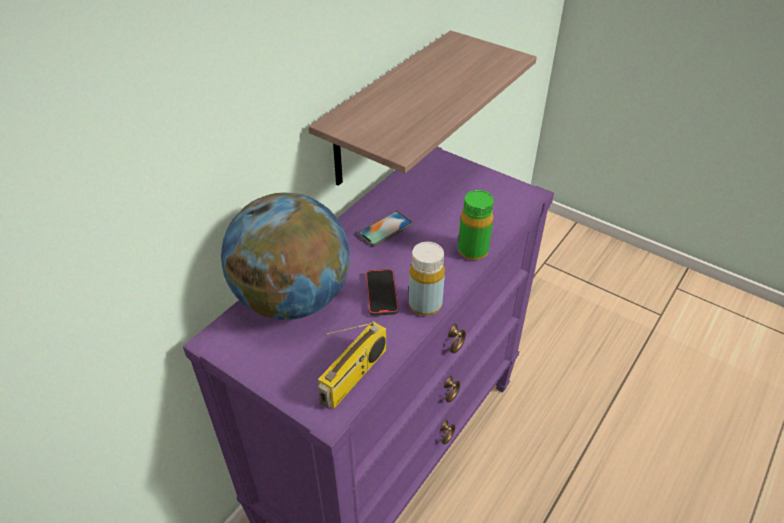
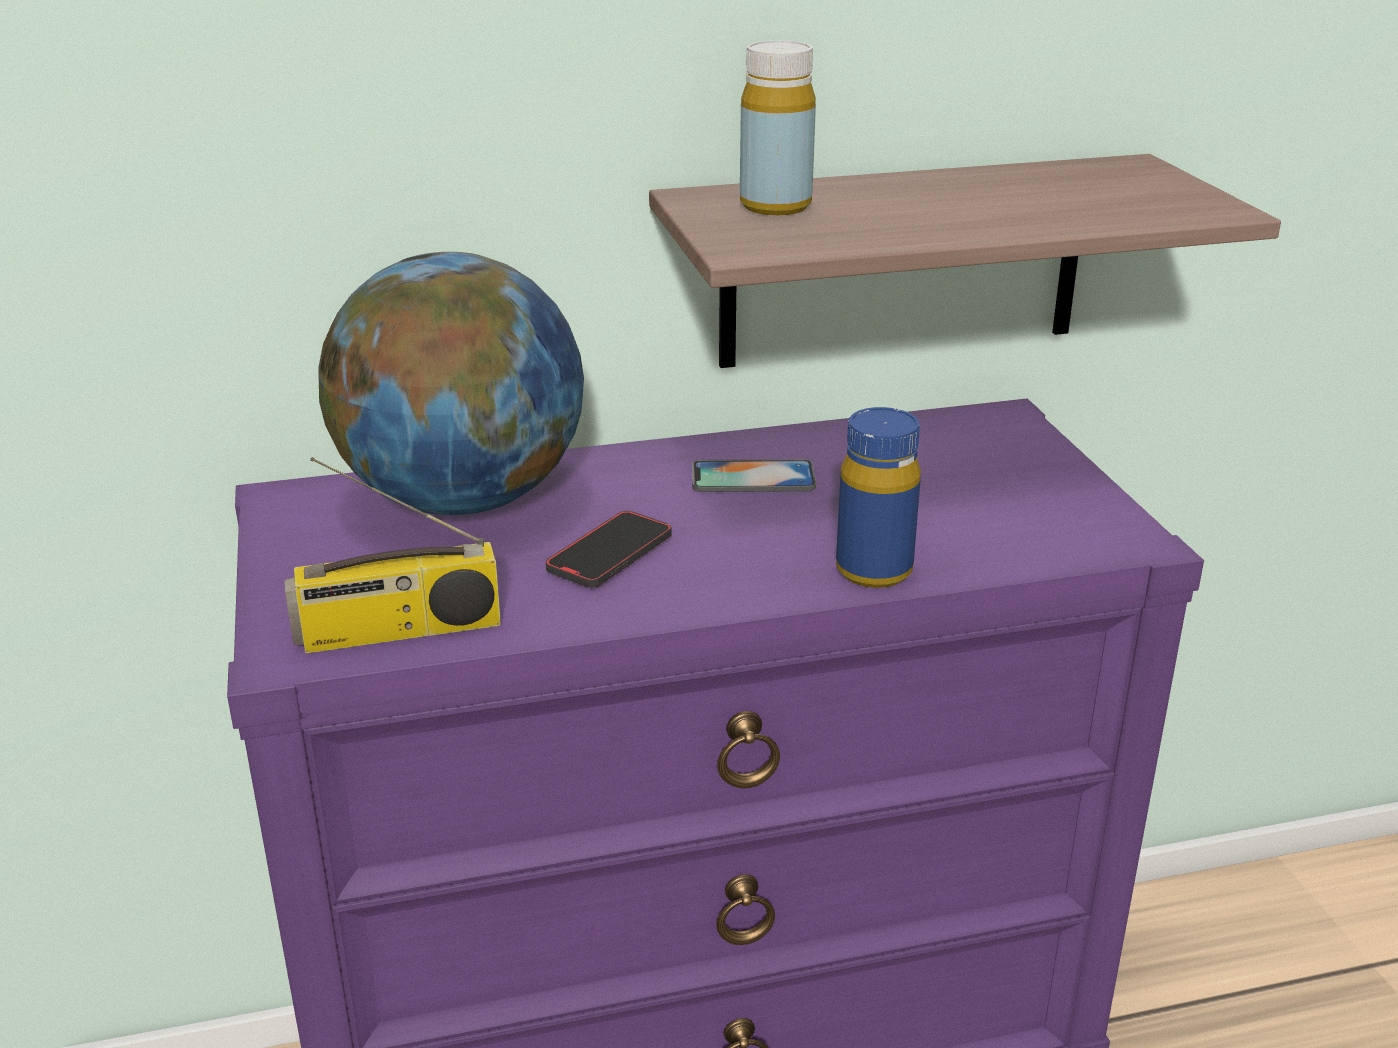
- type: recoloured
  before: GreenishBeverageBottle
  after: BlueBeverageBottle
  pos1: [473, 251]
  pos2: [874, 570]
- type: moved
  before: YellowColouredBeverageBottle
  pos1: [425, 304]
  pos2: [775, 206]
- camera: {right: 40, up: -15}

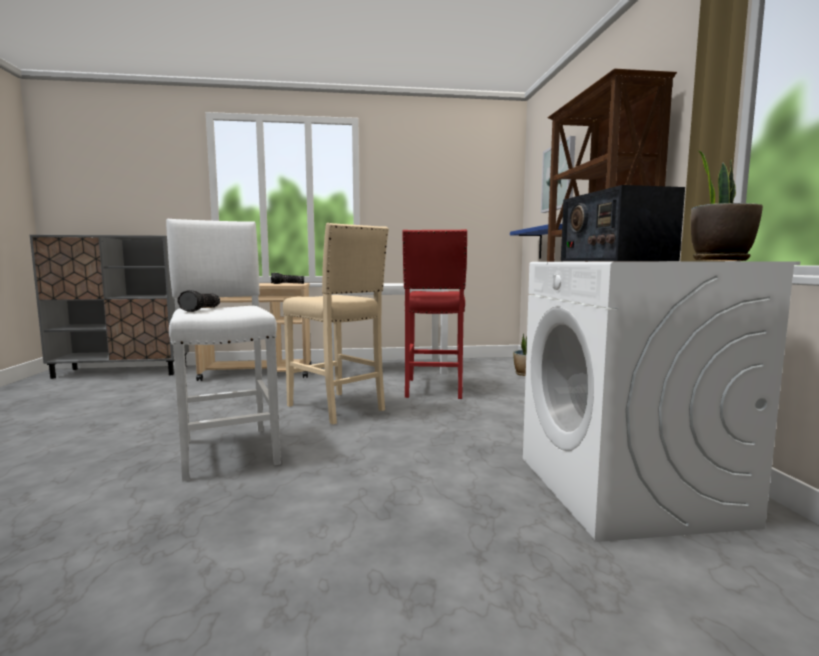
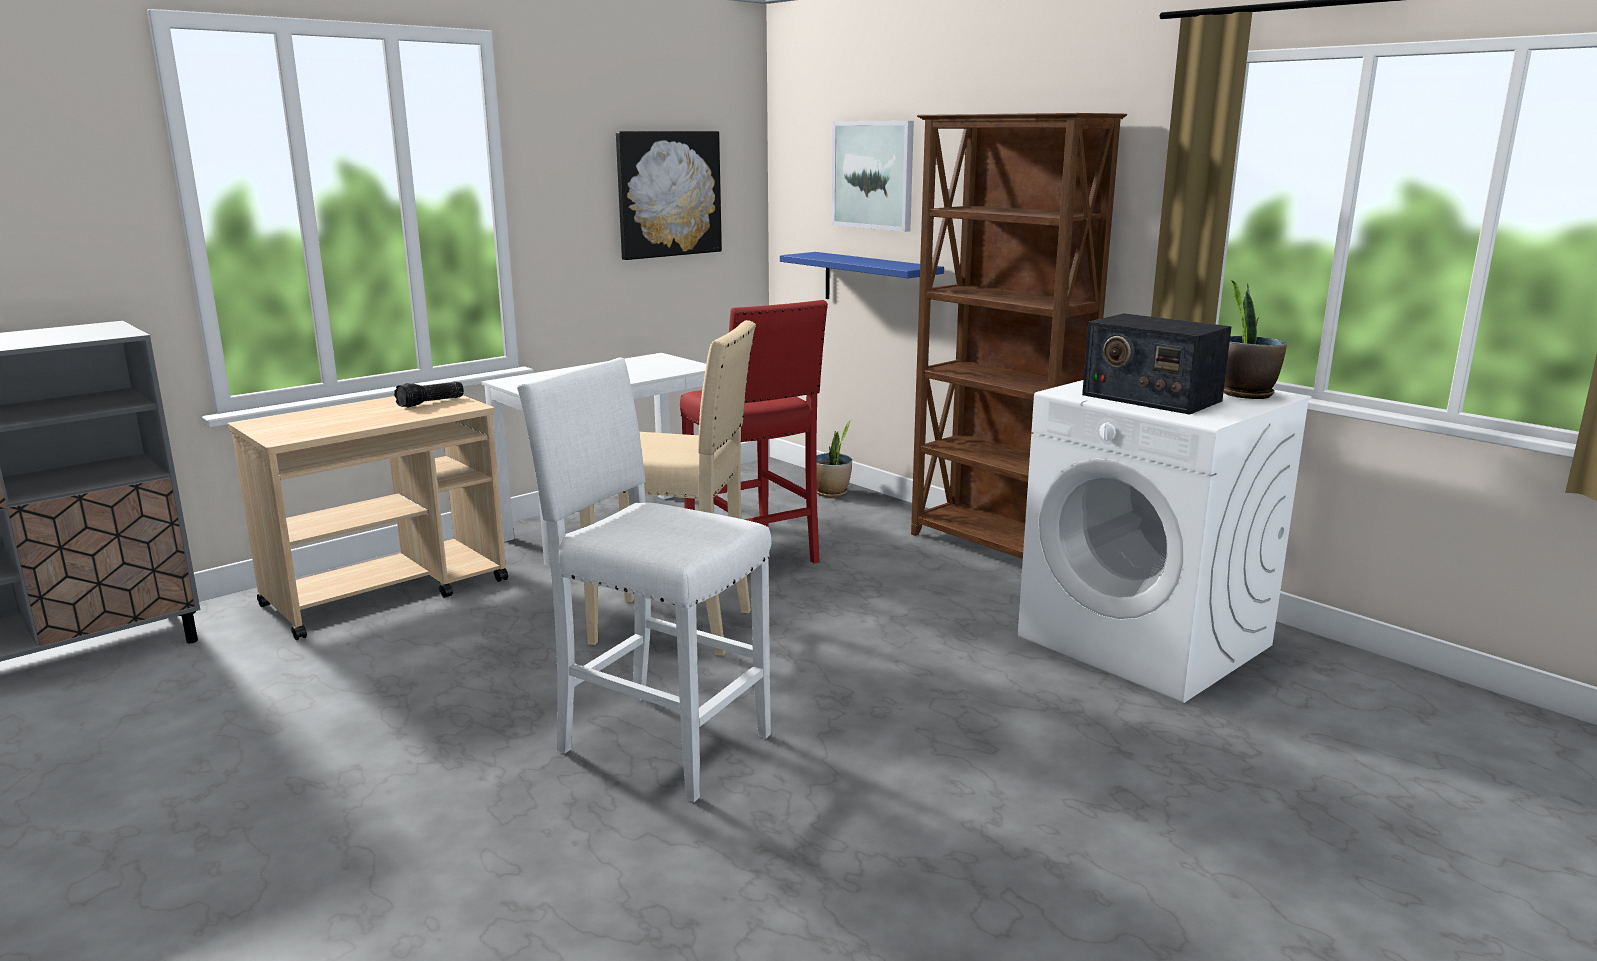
- type: removed
  before: HandTorch
  pos1: [202, 309]
- type: added
  after: Picture
  pos2: [668, 194]
- camera: {right: -35, up: 10}

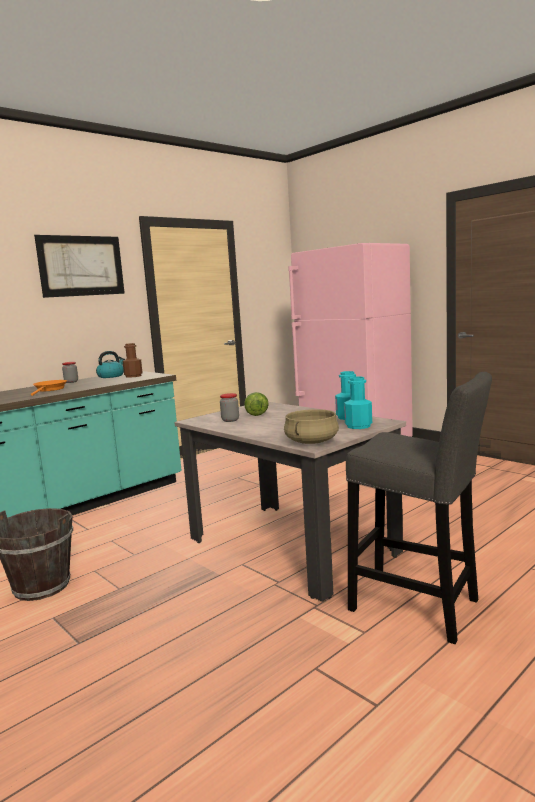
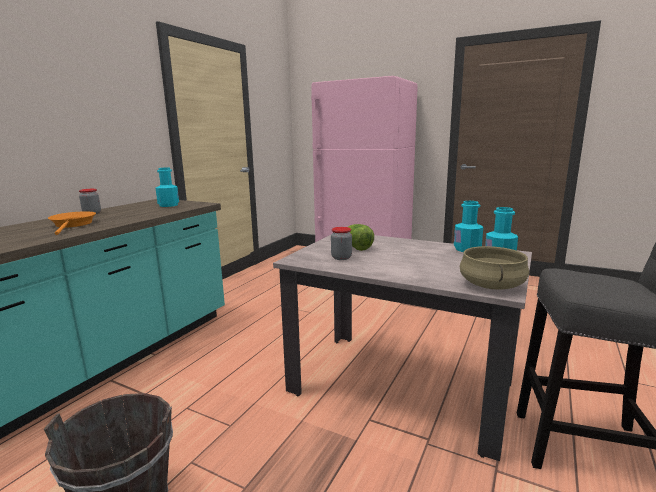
- type: removed
  before: Picture
  pos1: [81, 266]
- type: recoloured
  before: BrownColouredBeverageBottle
  after: BlueGreenBeverageBottle
  pos1: [133, 376]
  pos2: [168, 205]
- type: removed
  before: TeaKettle
  pos1: [111, 376]
- camera: {right: -20, up: 5}

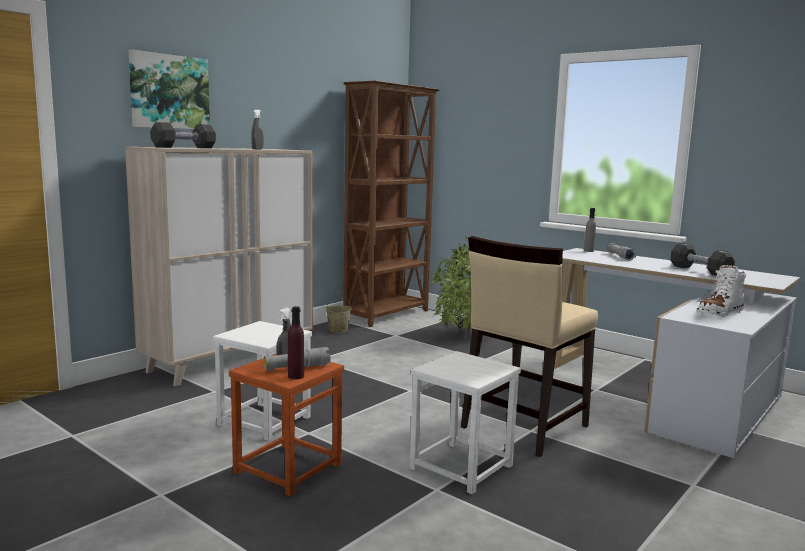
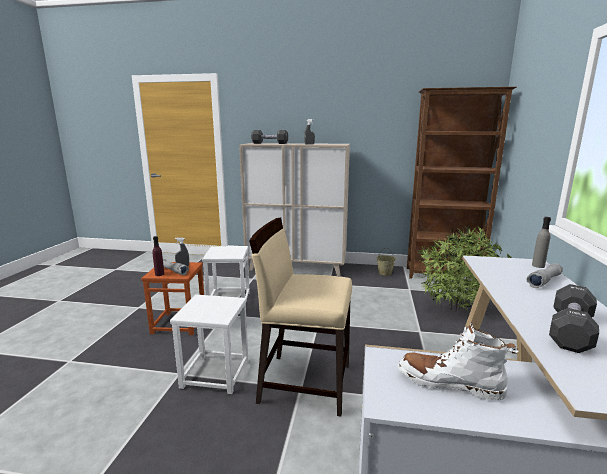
- type: removed
  before: Picture
  pos1: [169, 92]
- camera: {right: 60, up: 5}

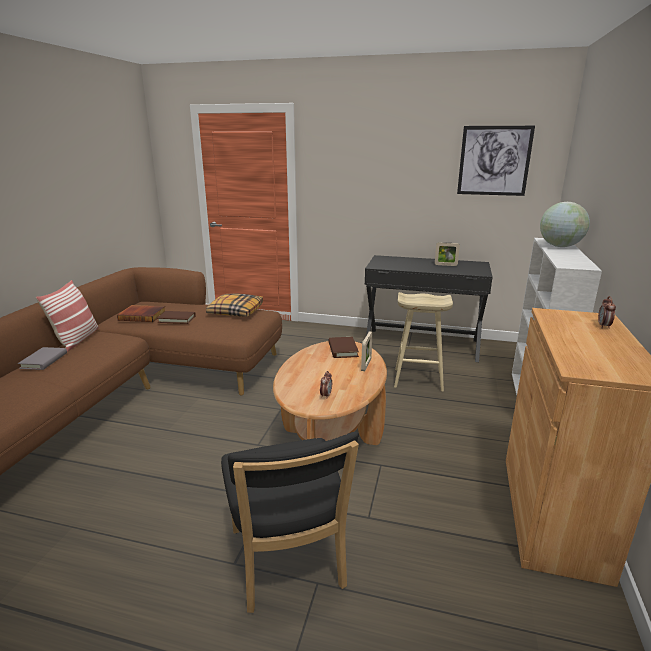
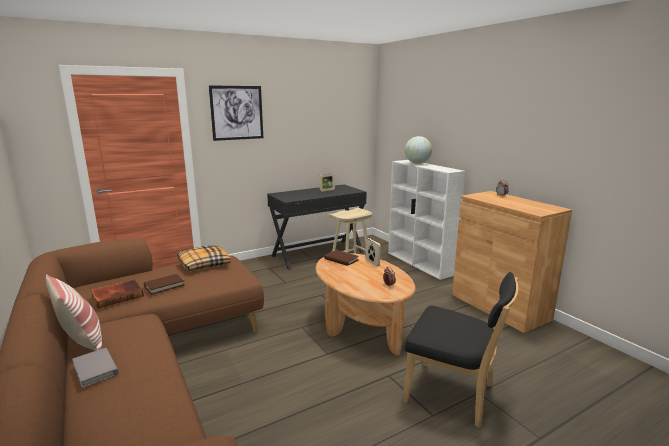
- type: moved
  before: Picture
  pos1: [494, 161]
  pos2: [237, 113]
- camera: {right: -45, up: -5}

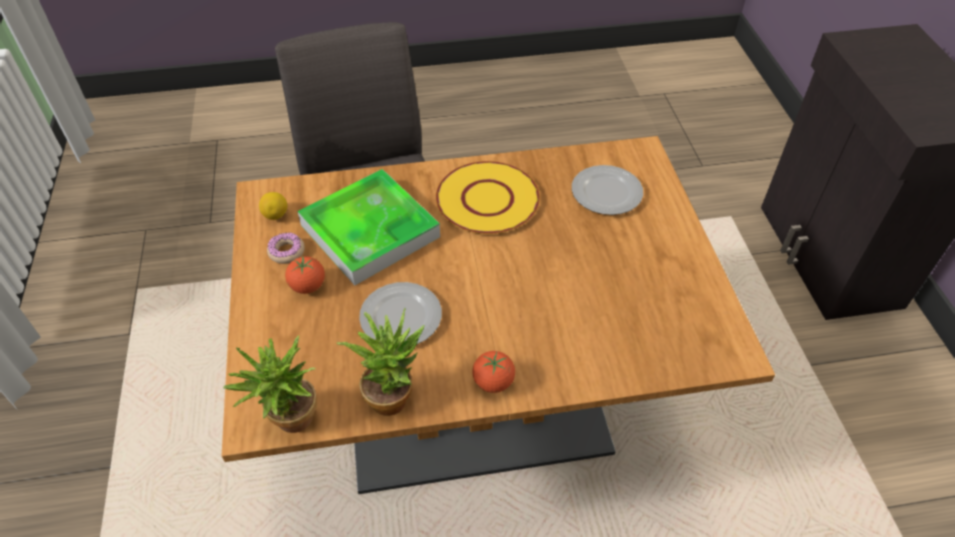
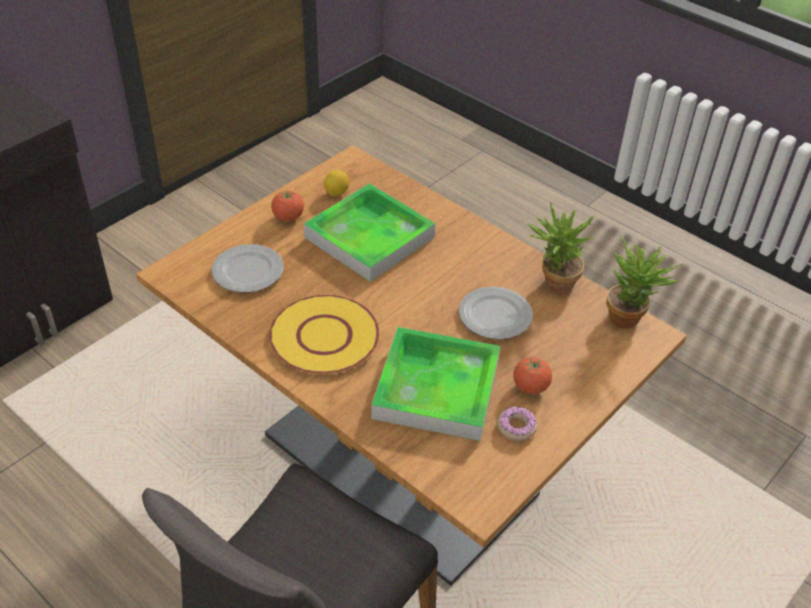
- type: moved
  before: CitrusFruit
  pos1: [276, 215]
  pos2: [336, 192]
- type: moved
  before: FreshTomato
  pos1: [493, 382]
  pos2: [288, 217]
- type: added
  after: Tray
  pos2: [369, 237]
- camera: {right: -130, up: -5}

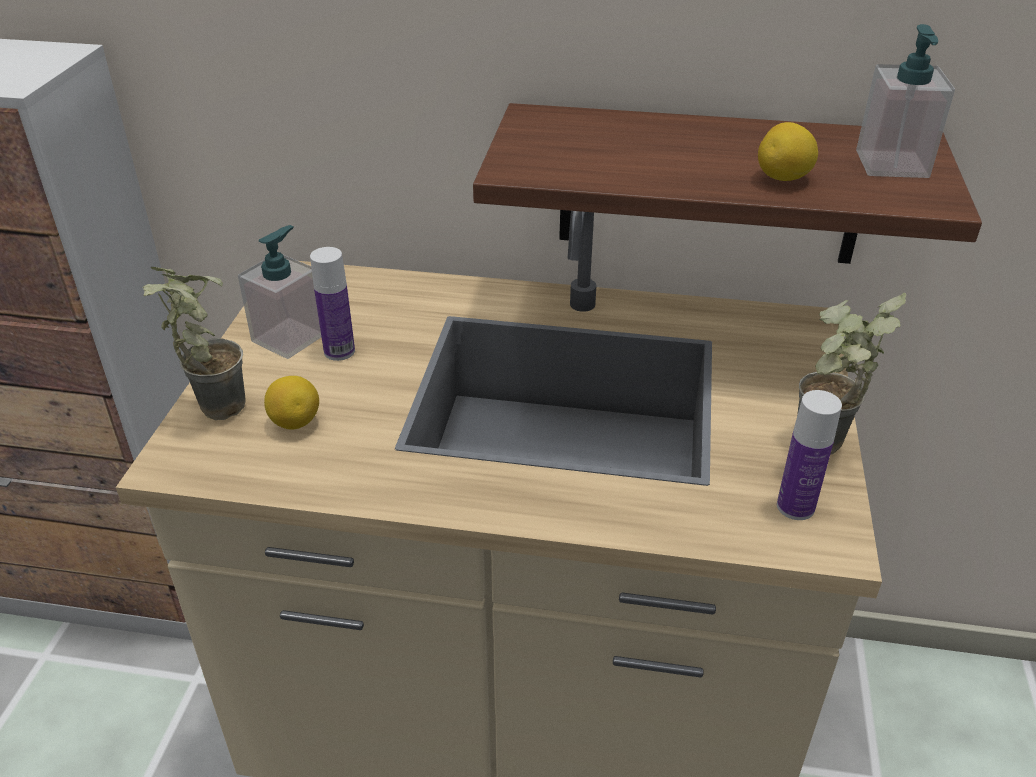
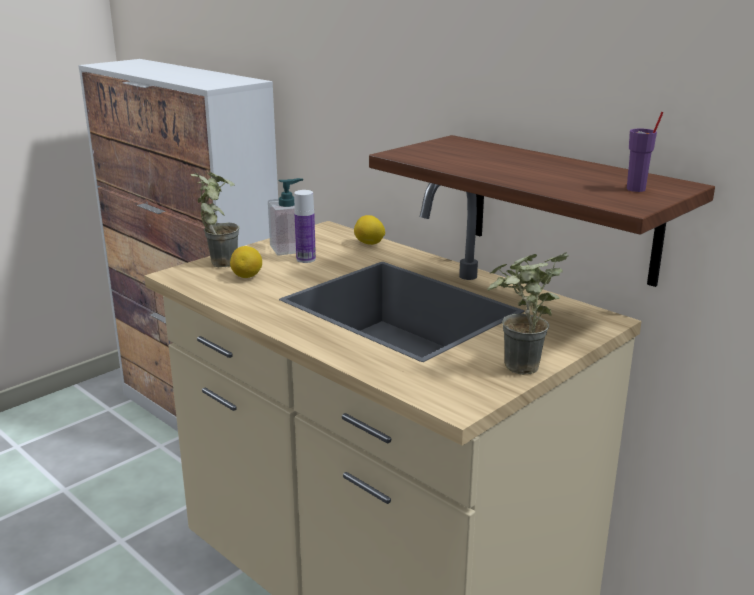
- type: replaced
  before: SoapBottle
  after: PurpleDrinkingCup
  pos1: [892, 164]
  pos2: [636, 189]
- type: moved
  before: CitrusFruit
  pos1: [783, 179]
  pos2: [369, 244]
- type: removed
  before: BeverageBottle
  pos1: [795, 507]
- camera: {right: 35, up: -15}

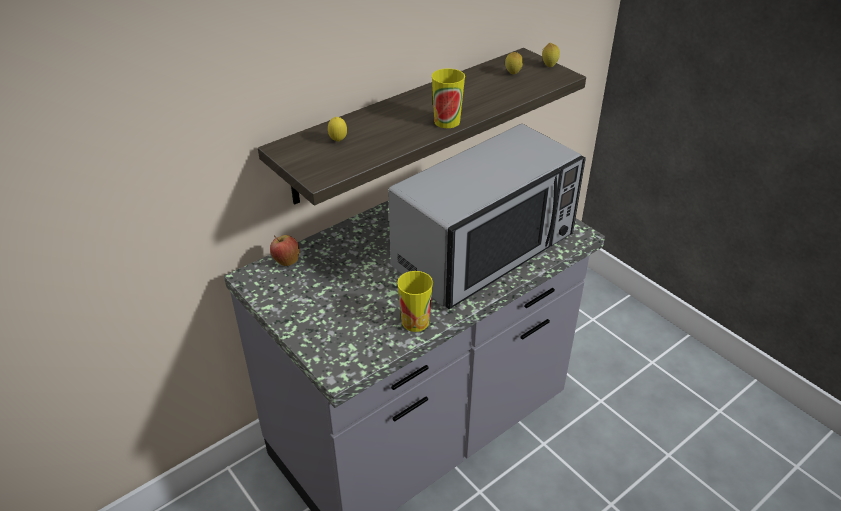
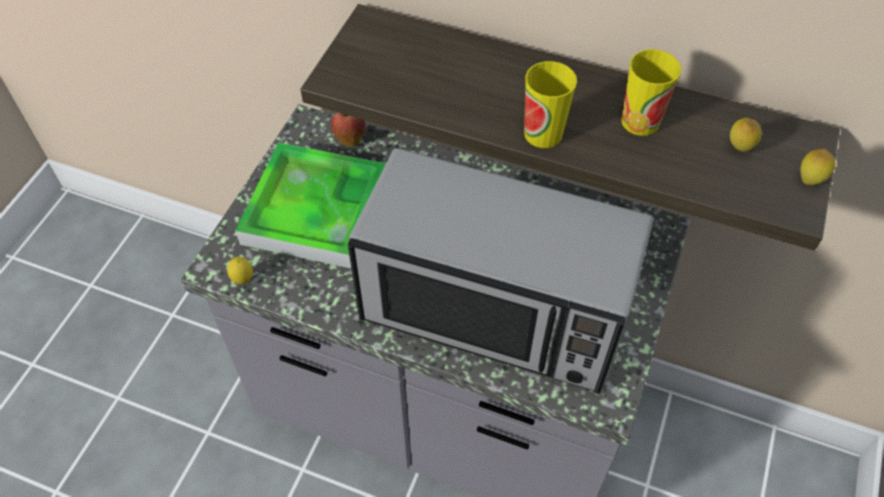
- type: moved
  before: CitrusFruit
  pos1: [338, 141]
  pos2: [243, 280]
- type: moved
  before: DrinkingCup
  pos1: [415, 322]
  pos2: [640, 121]
- type: added
  after: Tray
  pos2: [315, 210]
- camera: {right: 60, up: 15}

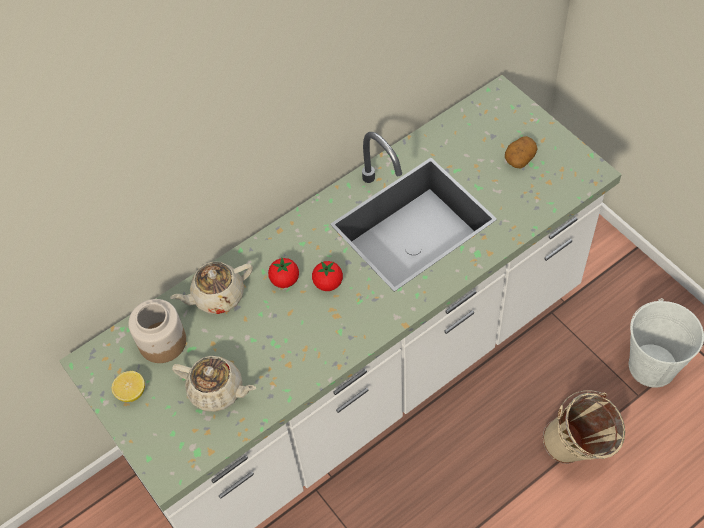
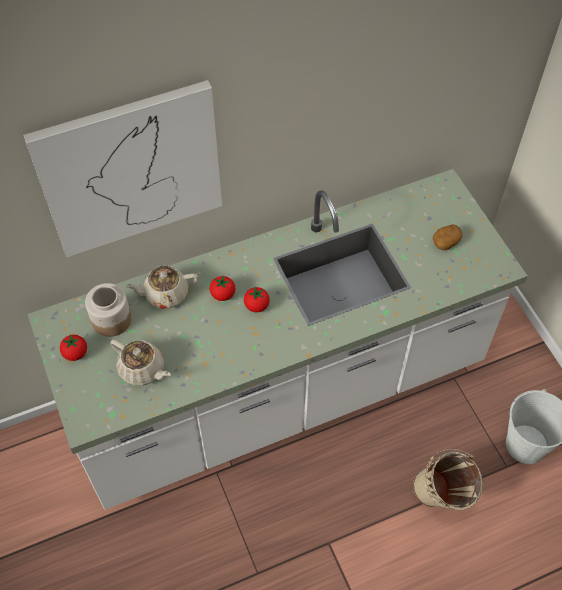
- type: replaced
  before: CitrusFruit
  after: FreshTomato
  pos1: [131, 392]
  pos2: [75, 353]
- type: added
  after: Picture
  pos2: [131, 170]
- camera: {right: 10, up: 0}

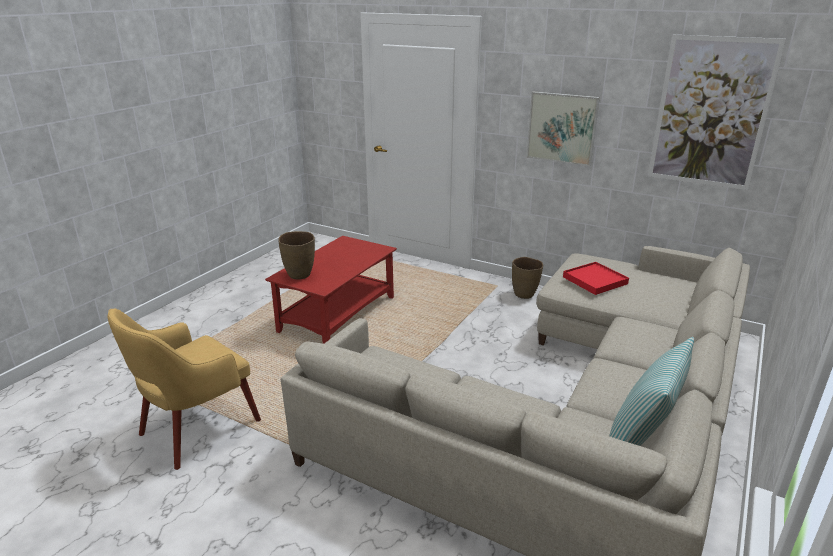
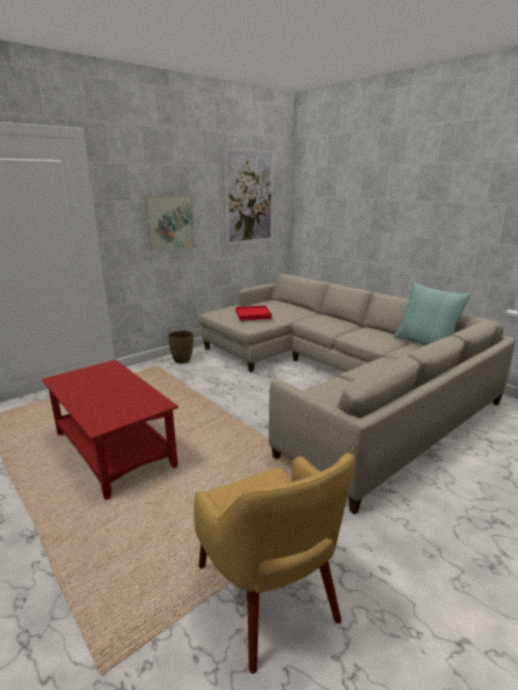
- type: removed
  before: BrownColouredVase
  pos1: [300, 275]
- camera: {right: -70, up: -5}

